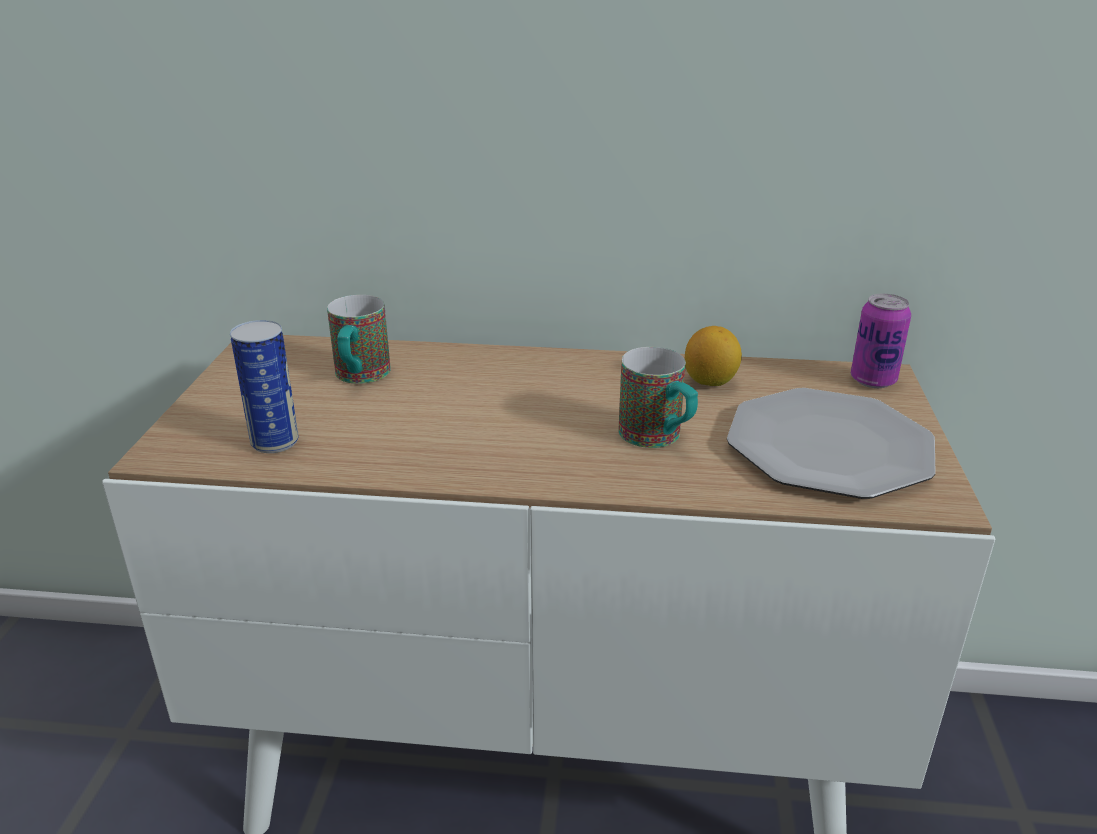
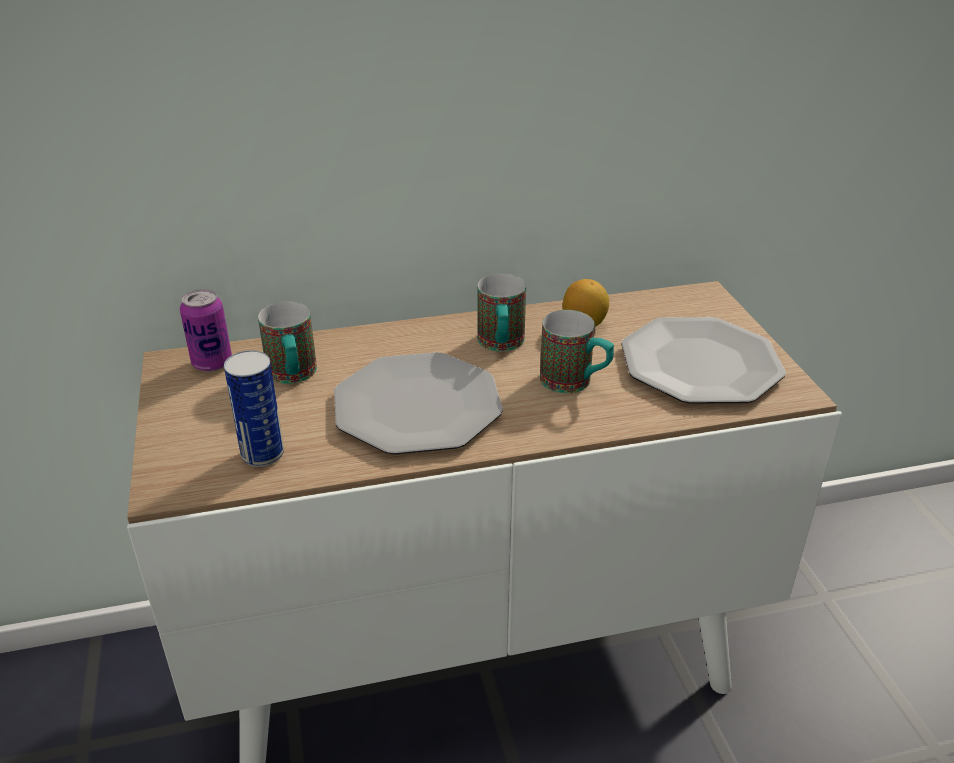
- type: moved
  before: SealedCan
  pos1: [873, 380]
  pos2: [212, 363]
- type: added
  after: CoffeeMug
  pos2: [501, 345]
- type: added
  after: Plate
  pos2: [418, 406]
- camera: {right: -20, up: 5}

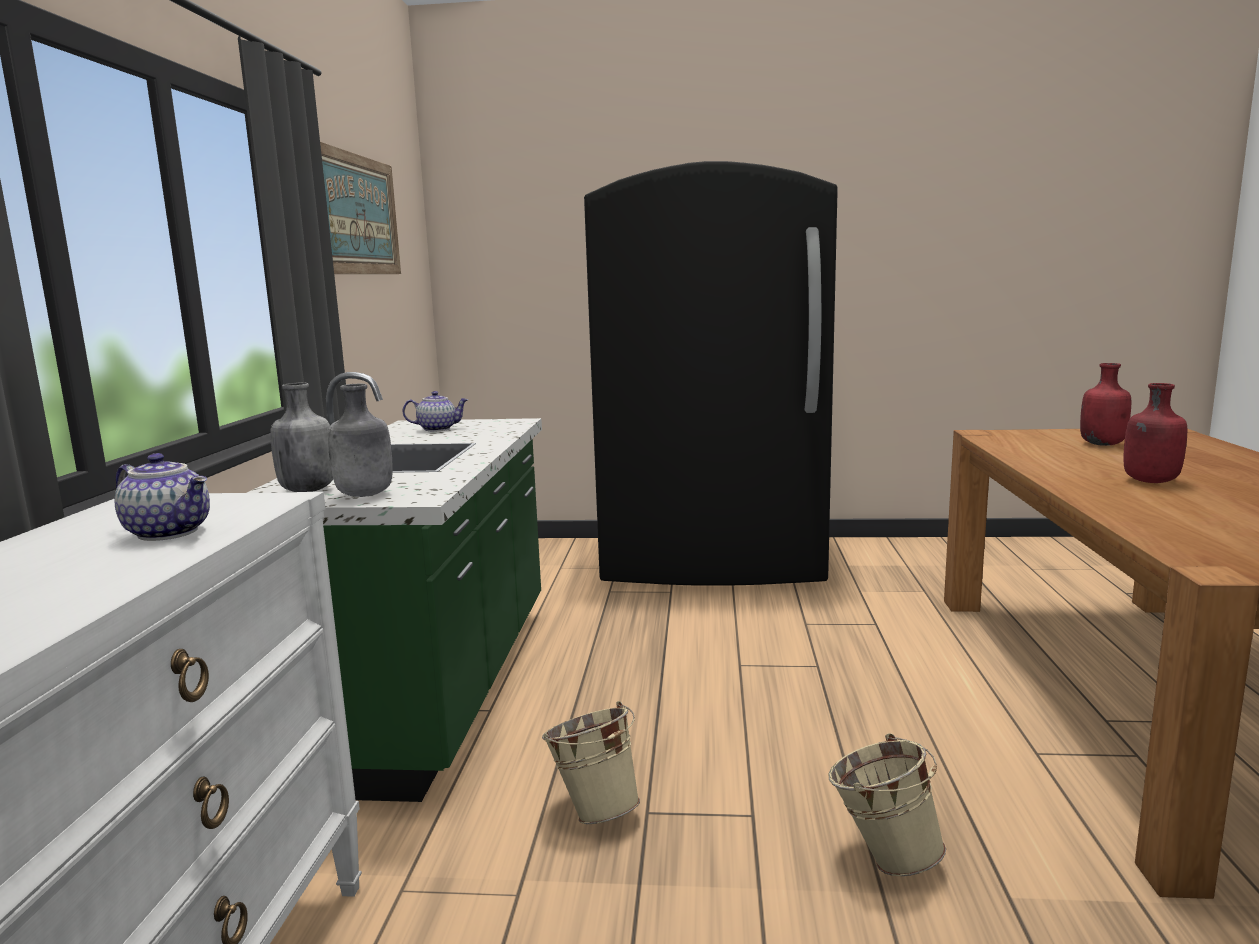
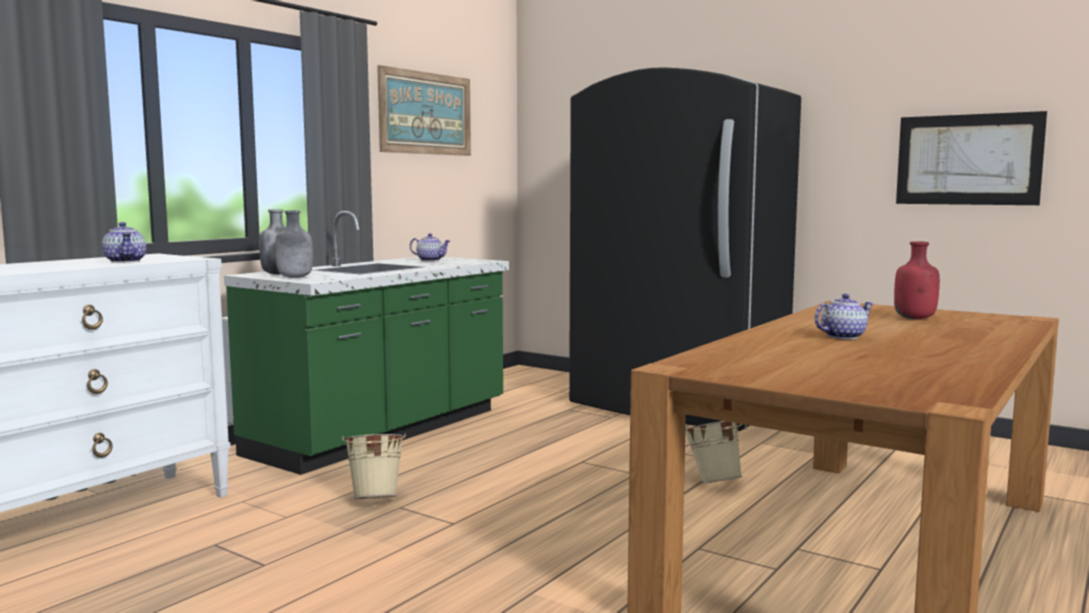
- type: replaced
  before: RedColouredBeverageBottle
  after: PotForTea
  pos1: [1149, 481]
  pos2: [842, 336]
- type: moved
  before: BeigeWaterBucket
  pos1: [883, 857]
  pos2: [712, 482]
- type: added
  after: Picture
  pos2: [968, 159]
- camera: {right: 30, up: -5}

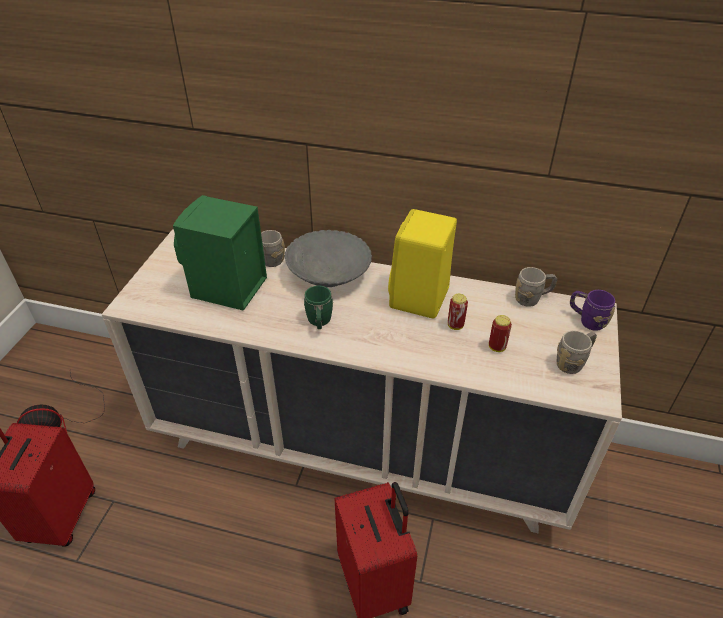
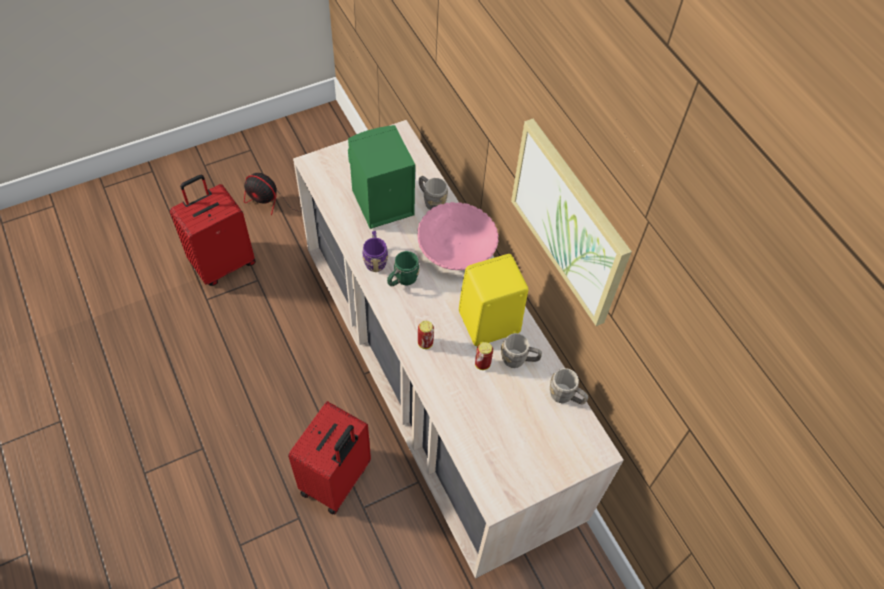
- type: recoloured
  before: GreyishDeepDish
  after: PinkishDeepDish
  pos1: [329, 274]
  pos2: [456, 249]
- type: moved
  before: PurpleCoffeeMug
  pos1: [587, 320]
  pos2: [375, 259]
- type: moved
  before: SealedCan
  pos1: [497, 347]
  pos2: [425, 343]
- type: moved
  before: GreyishCoffeeMug
  pos1: [573, 362]
  pos2: [519, 360]
- type: added
  after: Picture
  pos2: [569, 221]
- camera: {right: 45, up: 15}

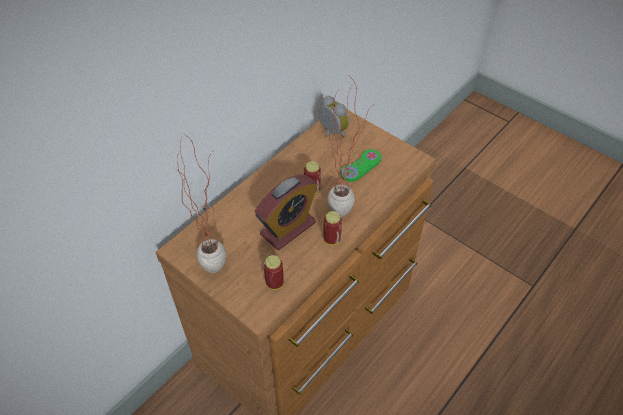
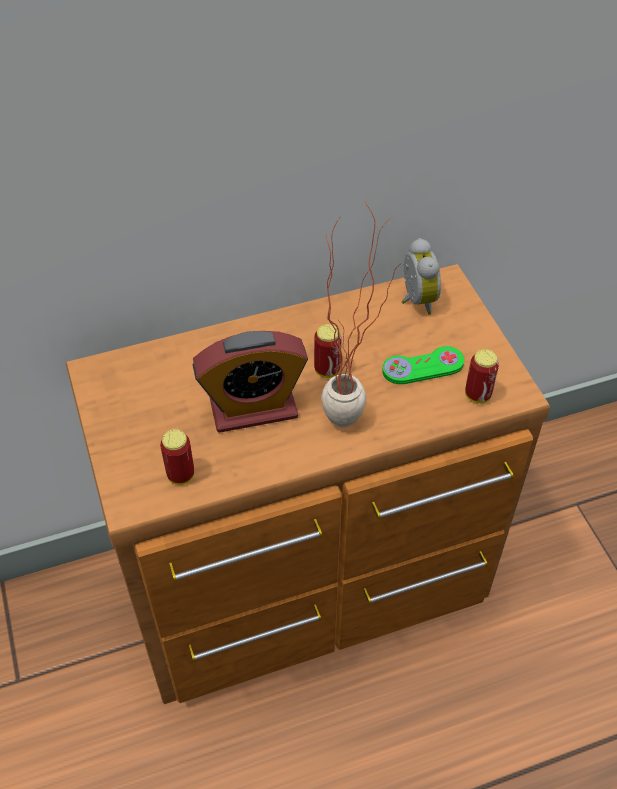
- type: removed
  before: PlantInAPot
  pos1: [215, 260]
- type: moved
  before: SealedCan
  pos1: [332, 239]
  pos2: [477, 395]
- camera: {right: 30, up: 0}

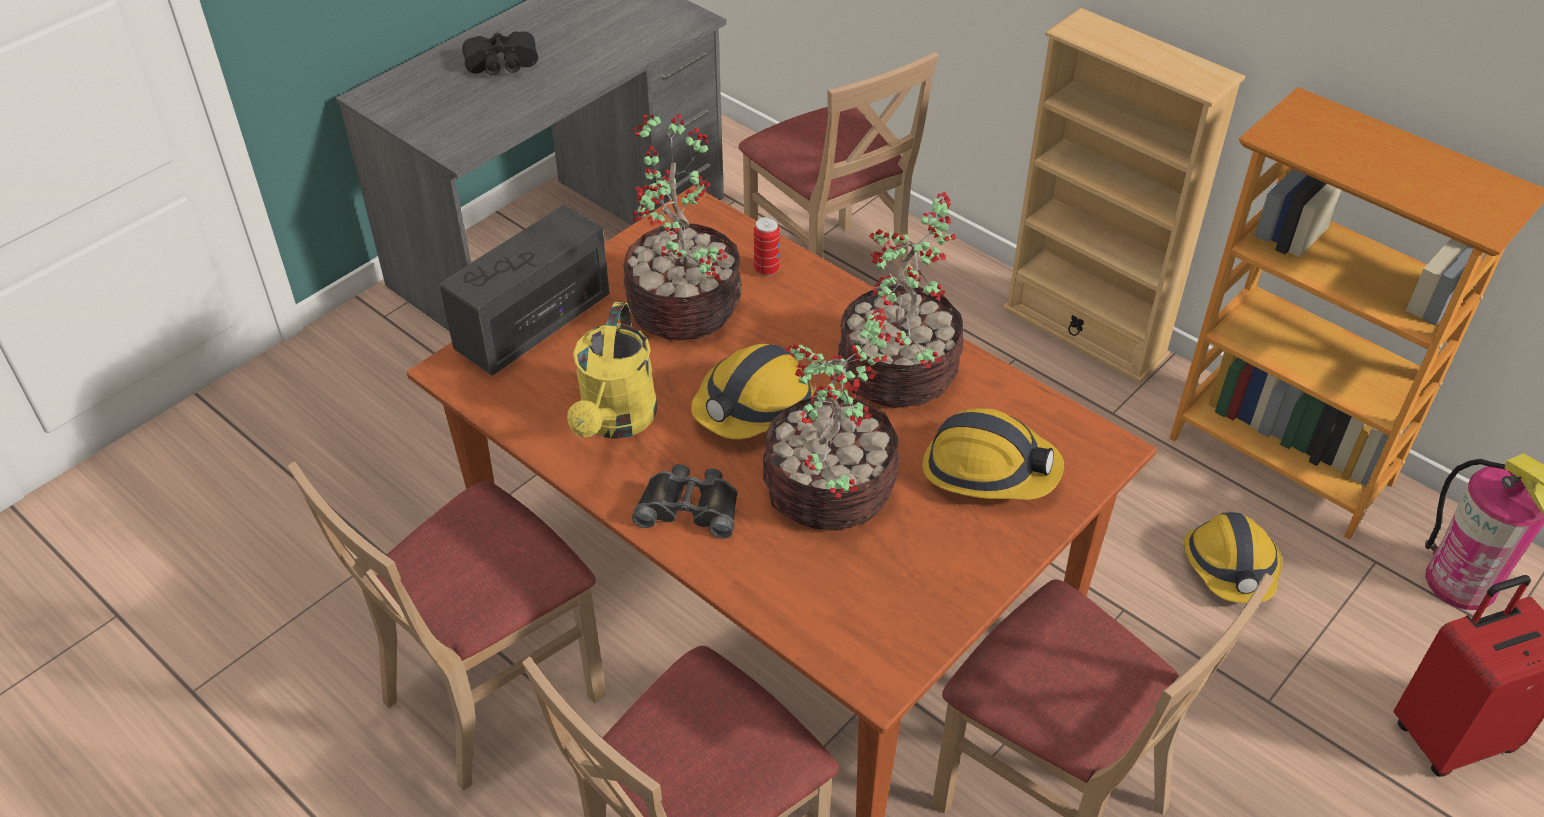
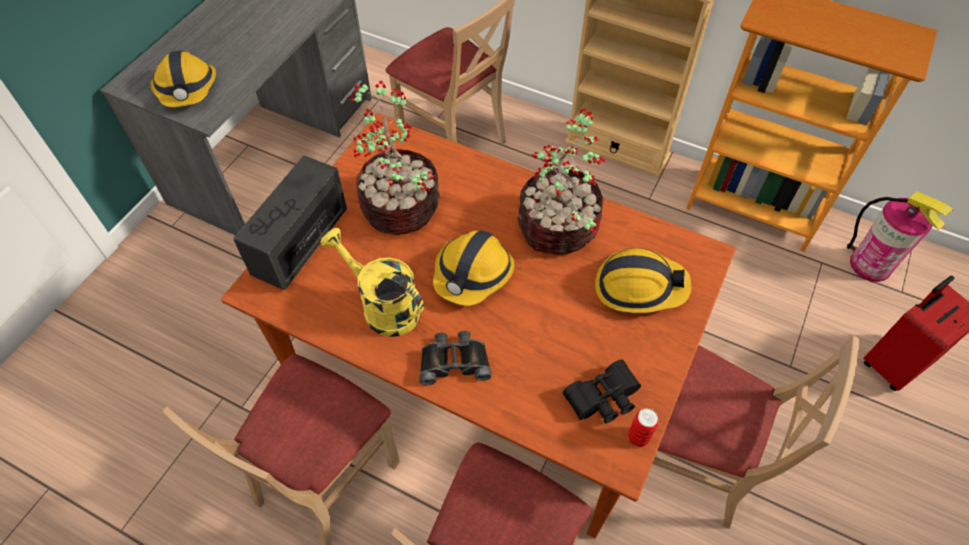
- type: moved
  before: BlackColouredFieldGlasses
  pos1: [502, 66]
  pos2: [604, 400]
- type: moved
  before: SealedCan
  pos1: [766, 269]
  pos2: [638, 437]
- type: turned
  before: YellowColouredSprinklingCan
  pos1: [616, 422]
  pos2: [382, 306]
  turn: 135
- type: removed
  before: PlantInAPot
  pos1: [829, 492]
- type: moved
  before: HardHat
  pos1: [1230, 567]
  pos2: [187, 89]
- camera: {right: -15, up: 10}

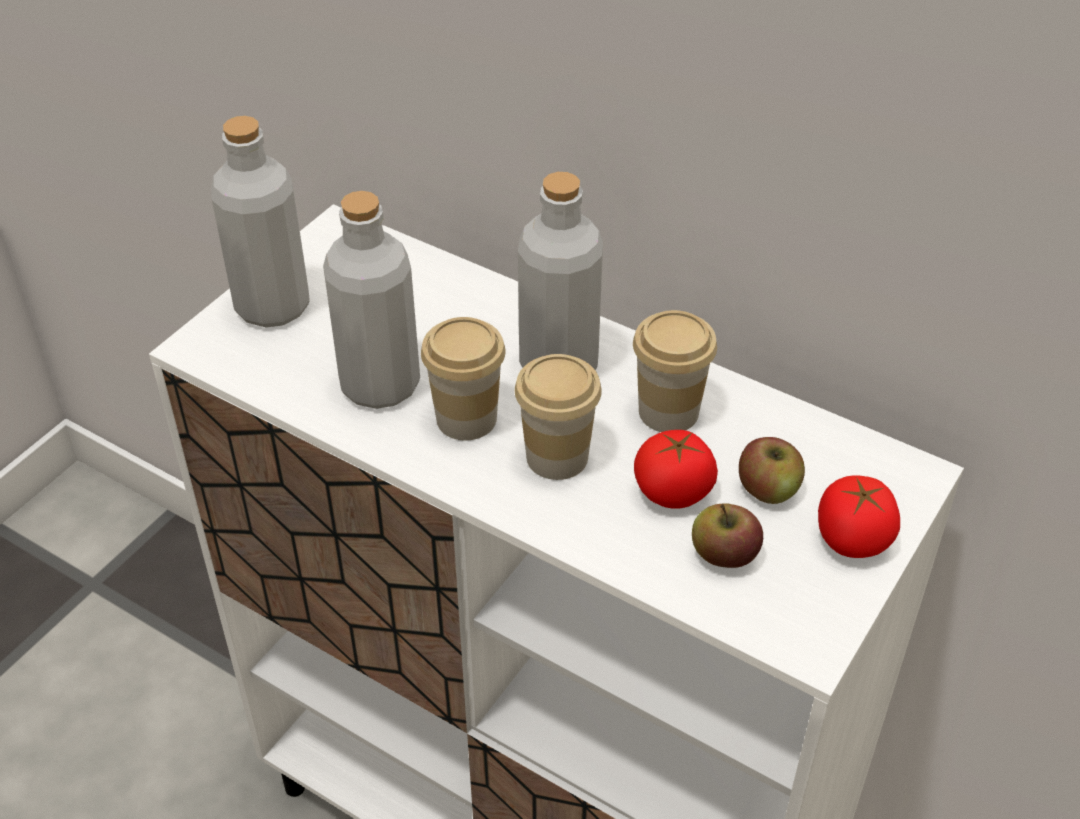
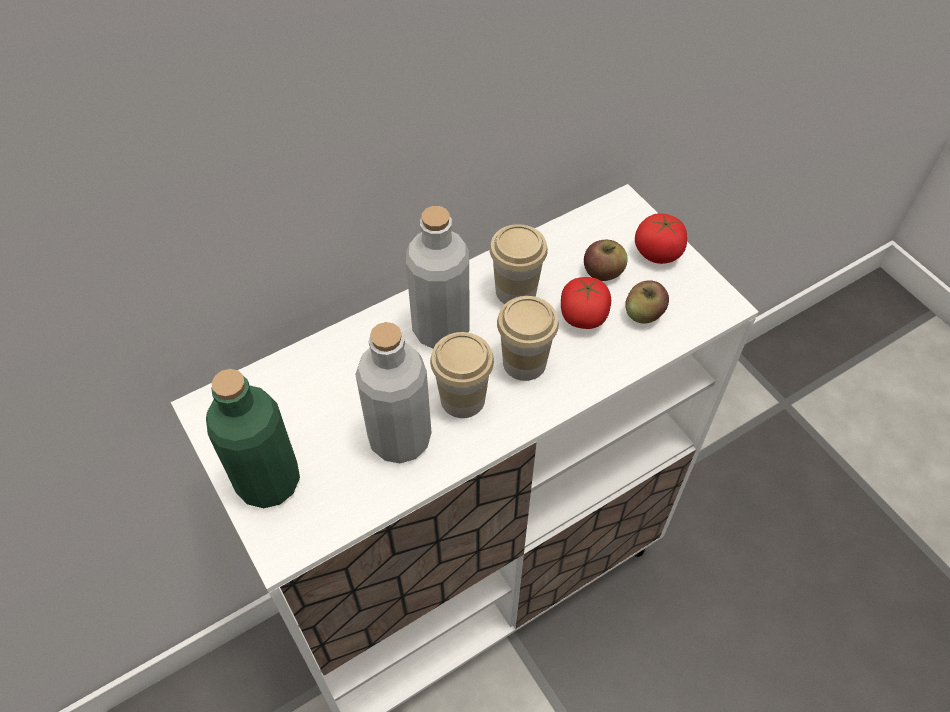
- type: recoloured
  before: GreyishBeverageBottle
  after: GreenishBeverageBottle
  pos1: [272, 306]
  pos2: [268, 481]
- camera: {right: -65, up: 10}

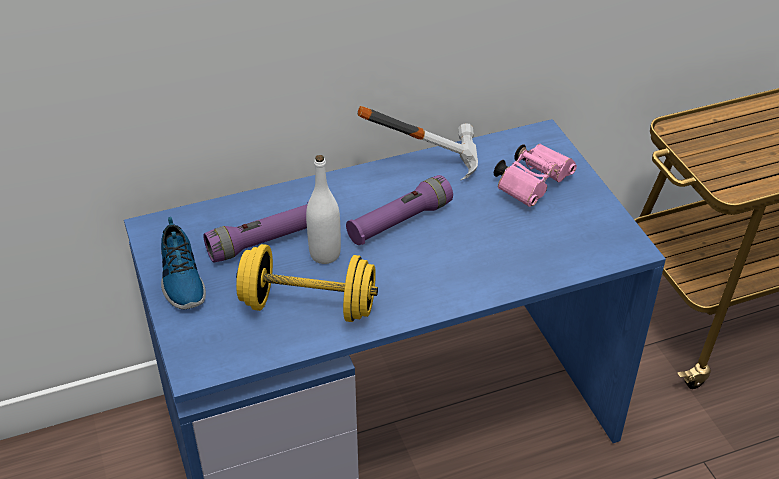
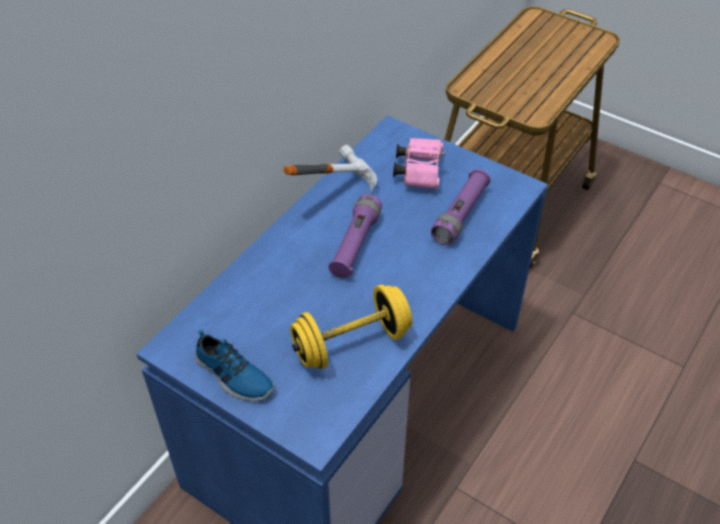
- type: removed
  before: WhiteBeverageBottle
  pos1: [325, 254]
- type: moved
  before: PurpleHandTorch
  pos1: [265, 242]
  pos2: [460, 215]
- camera: {right: -35, up: 5}

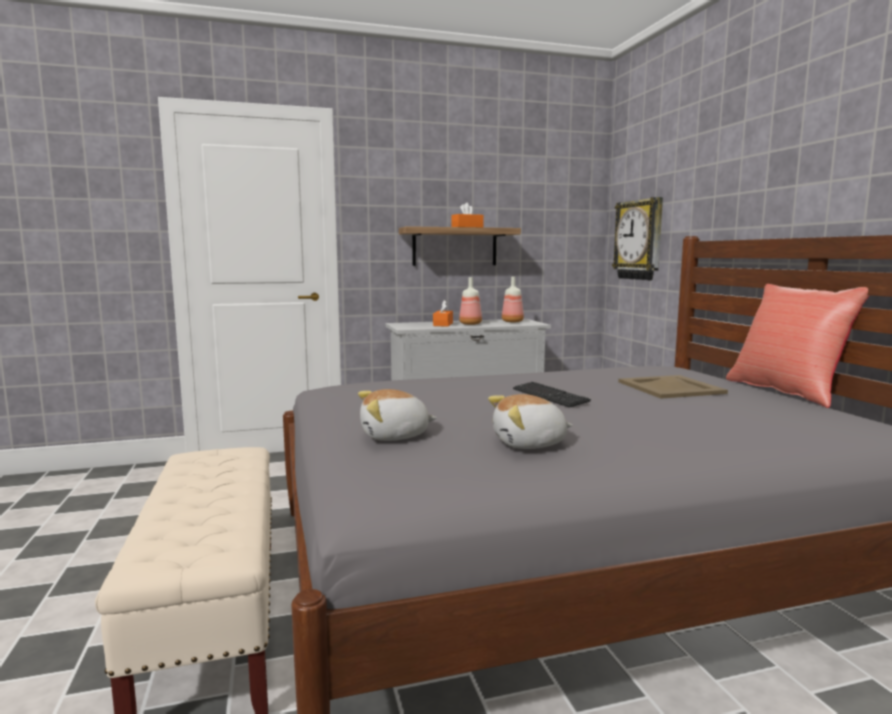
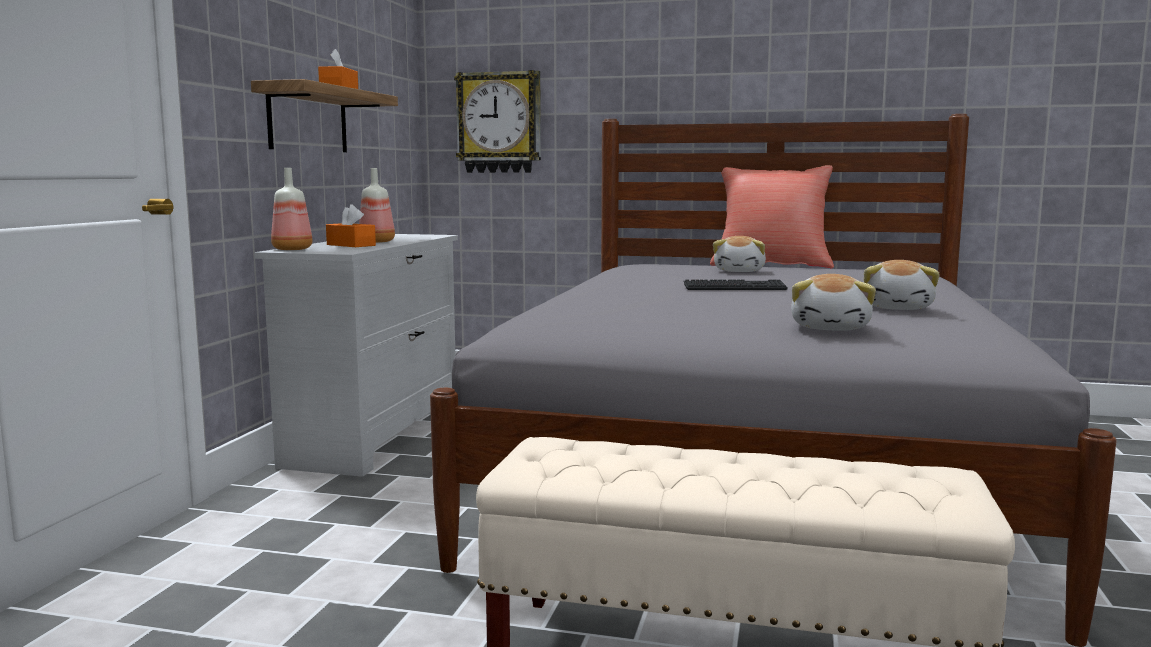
- type: moved
  before: BeverageBottle
  pos1: [512, 321]
  pos2: [291, 249]
- type: replaced
  before: BeigeTray
  after: SoftToy
  pos1: [671, 387]
  pos2: [740, 271]
- camera: {right: -60, up: 0}

